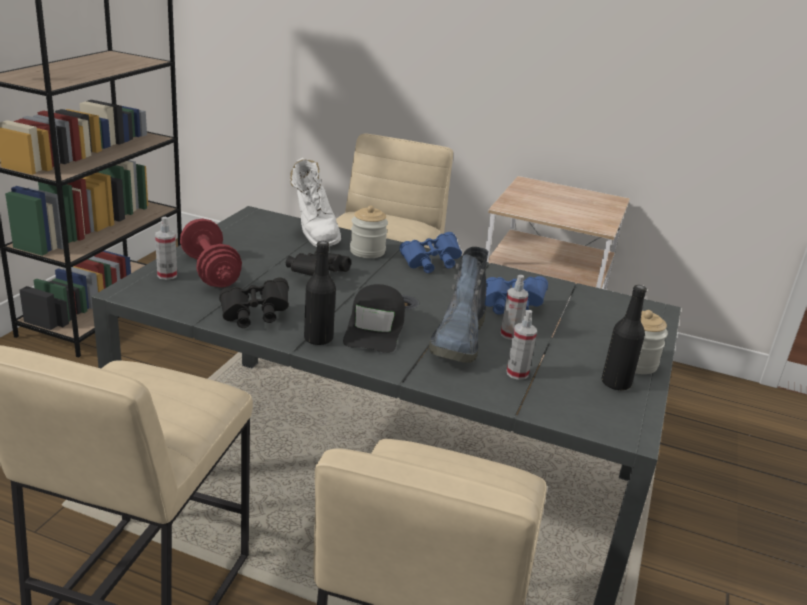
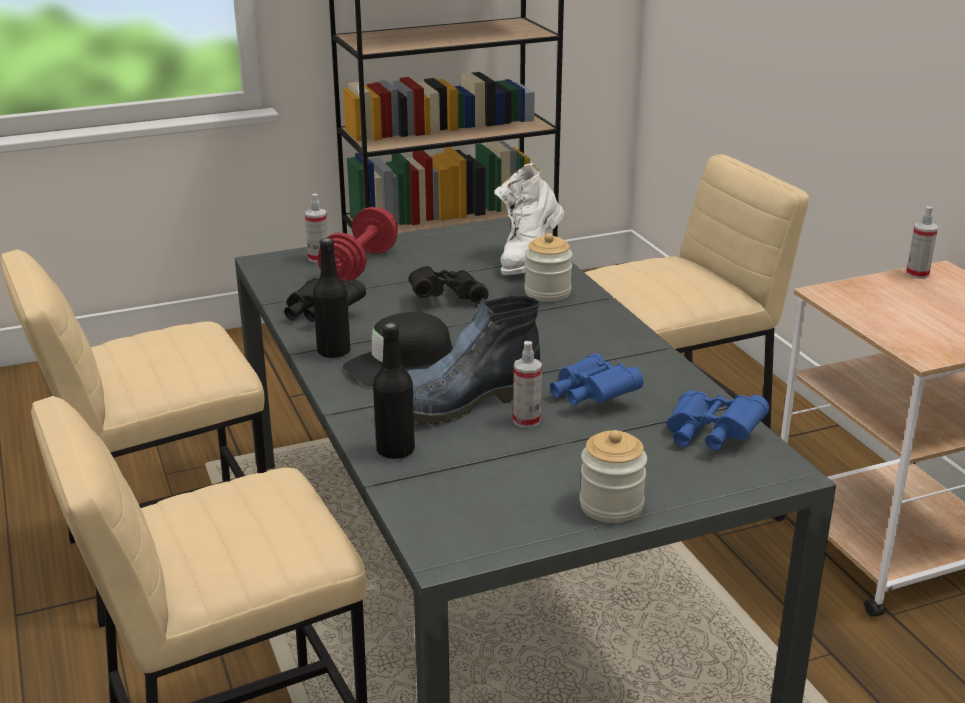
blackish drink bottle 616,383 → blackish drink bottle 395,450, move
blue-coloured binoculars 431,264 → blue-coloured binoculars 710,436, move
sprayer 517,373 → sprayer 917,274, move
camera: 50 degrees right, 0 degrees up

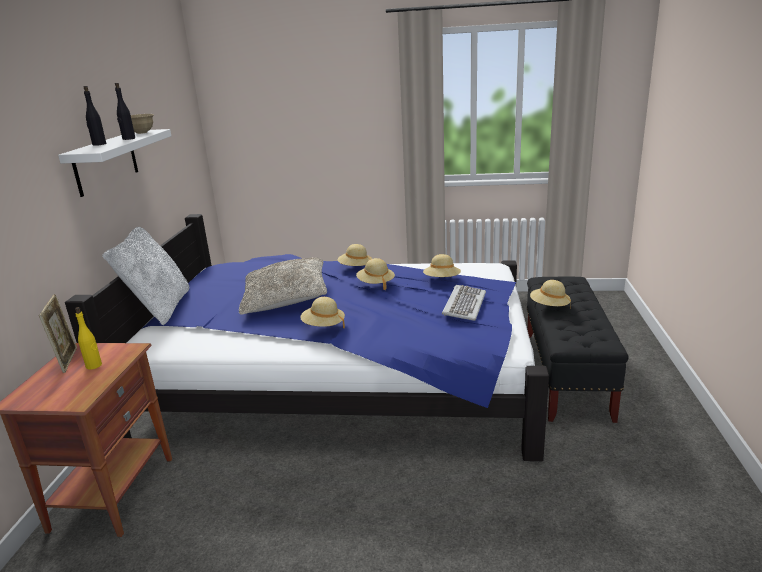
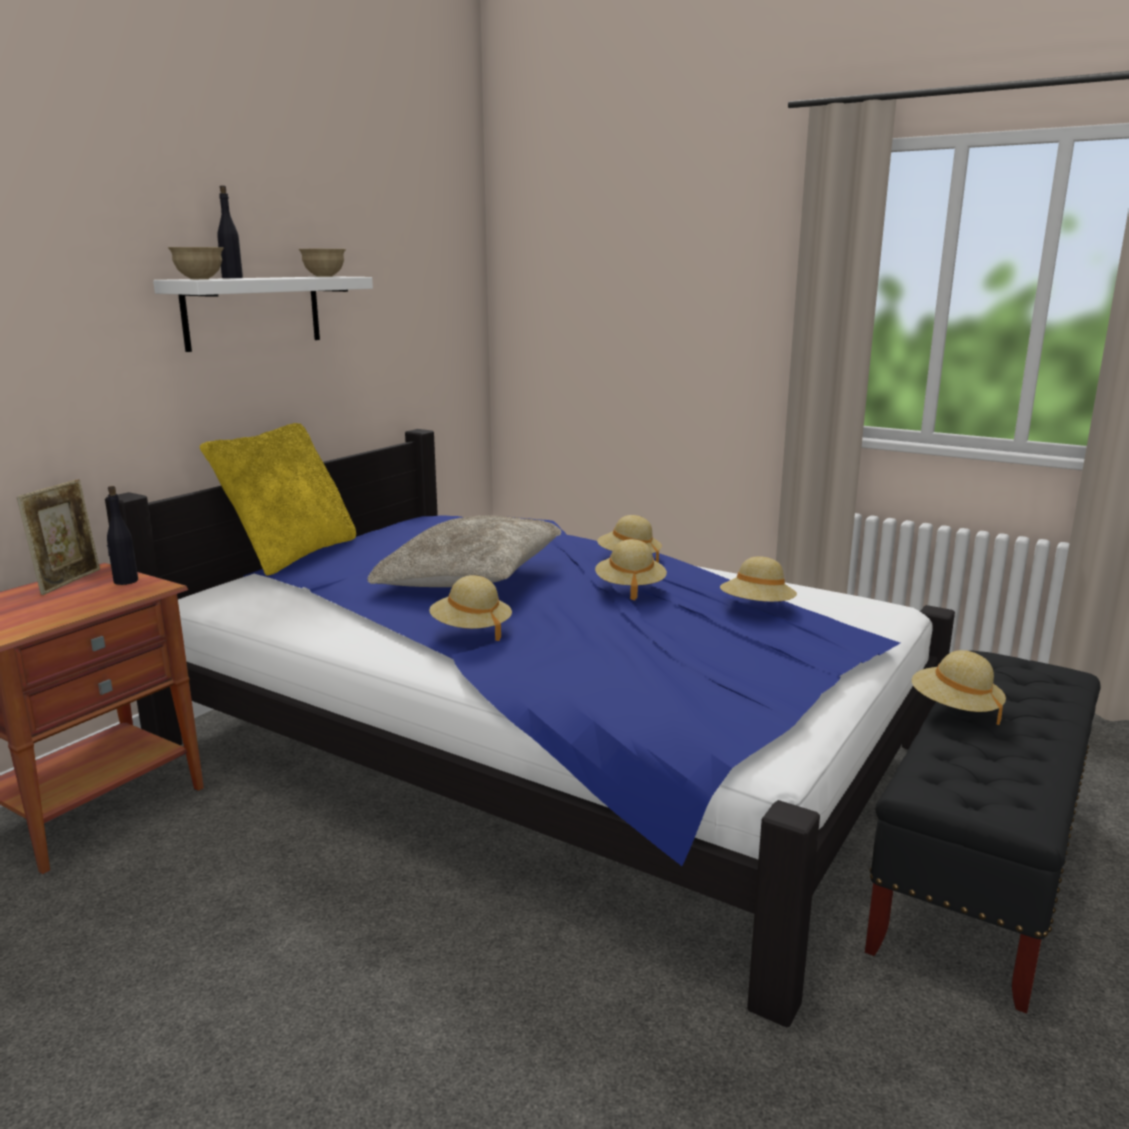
blackish drink bottle 128,138 → blackish drink bottle 125,581, move
- → beige serving bowl 199,279
whitish cushion 159,307 → yellow cushion 292,553
yellow drink bottle 94,365 → -
computer keyboard 463,305 → -
camera: 25 degrees right, 5 degrees down

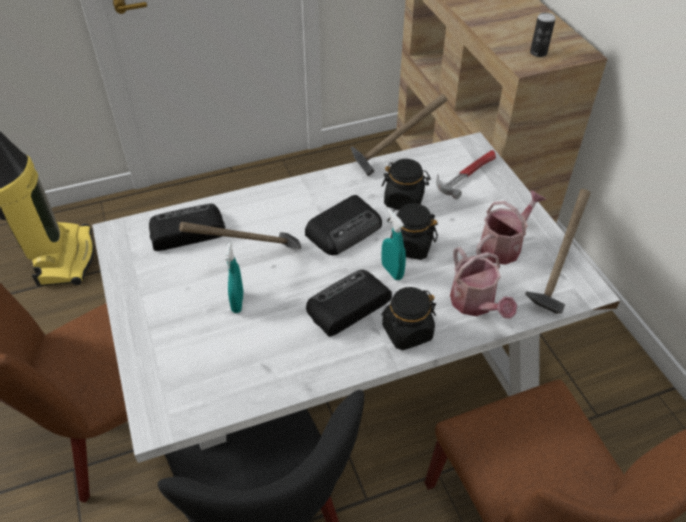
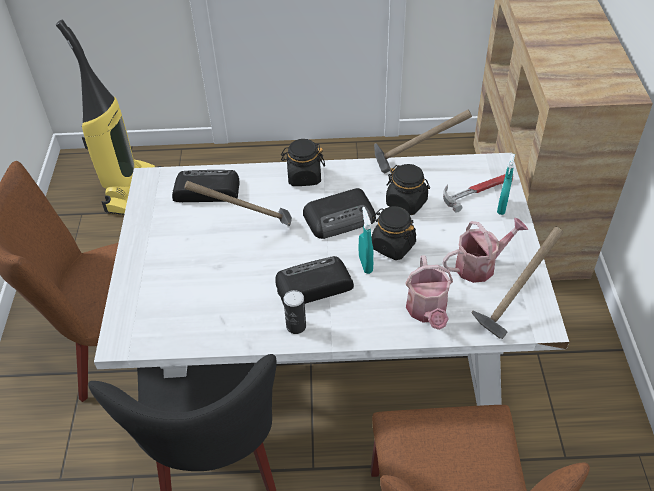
blackish preserve jar 407,332 → blackish preserve jar 304,177, move
can 538,53 → can 296,326, move
turquoise-coloured sprayer 237,302 → turquoise-coloured sprayer 502,207, move
camera: 20 degrees right, 0 degrees up

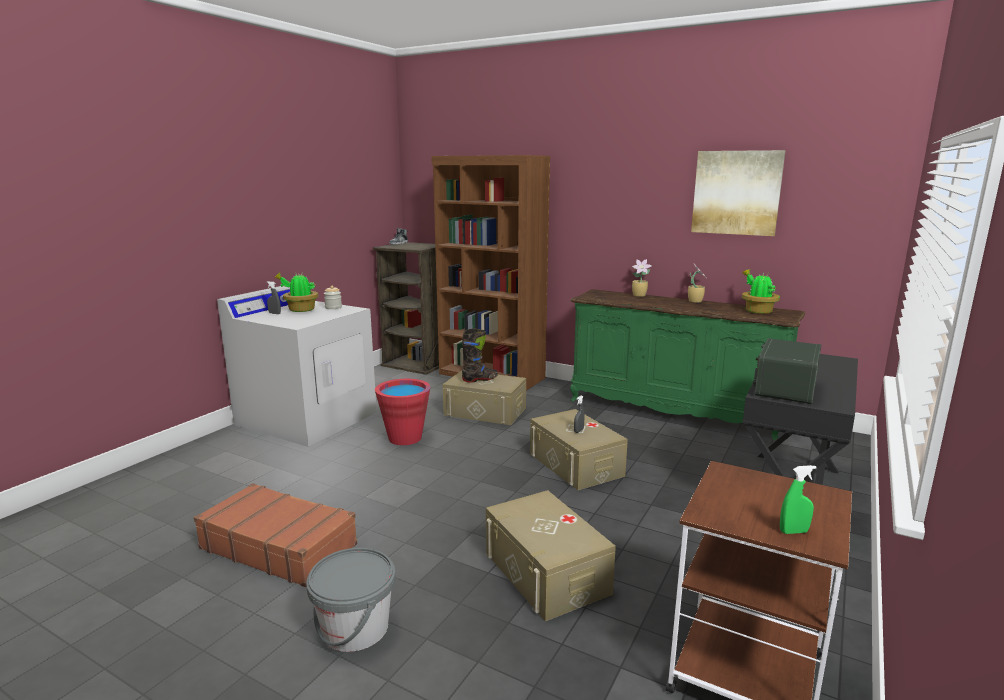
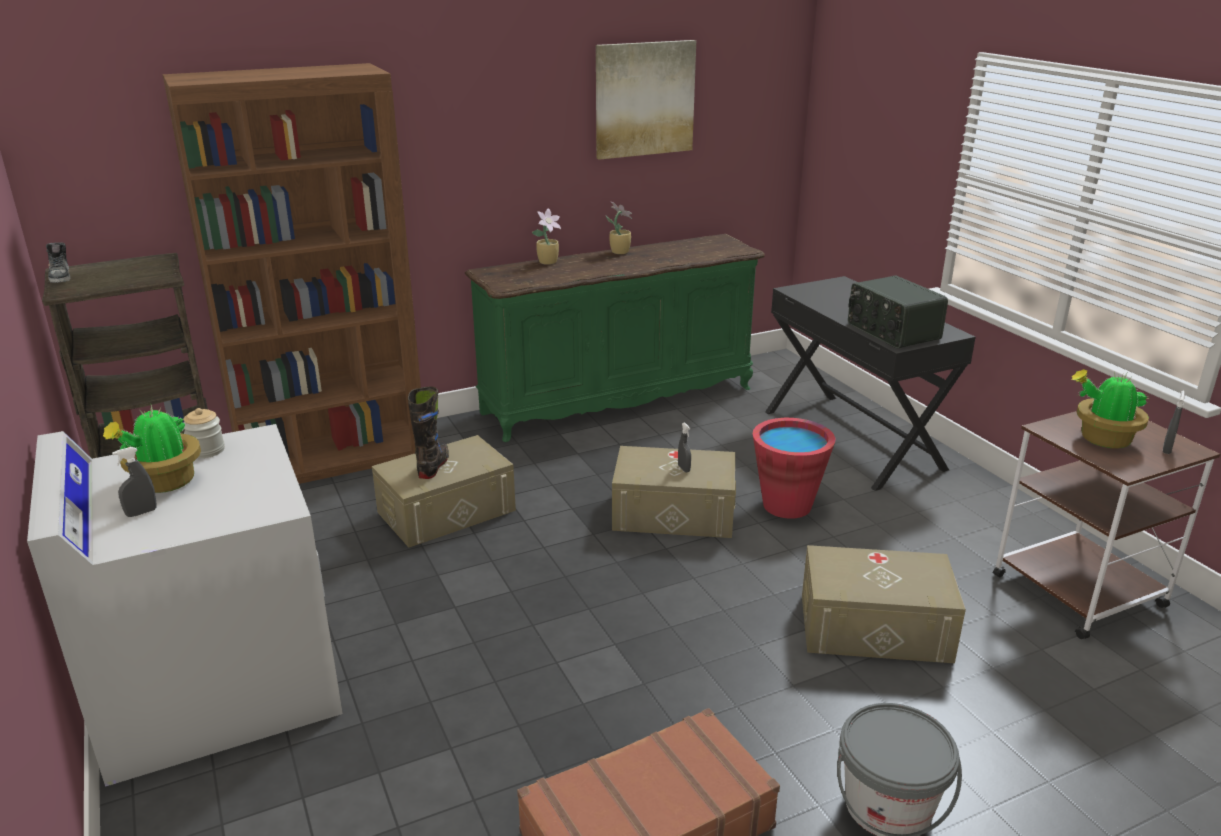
reddish bucket 405,438 → reddish bucket 787,505, move
plant in a pot 757,311 → plant in a pot 1102,439, move
green-coloured sprayer 794,531 → grey sprayer 1166,449
camera: 55 degrees left, 10 degrees up

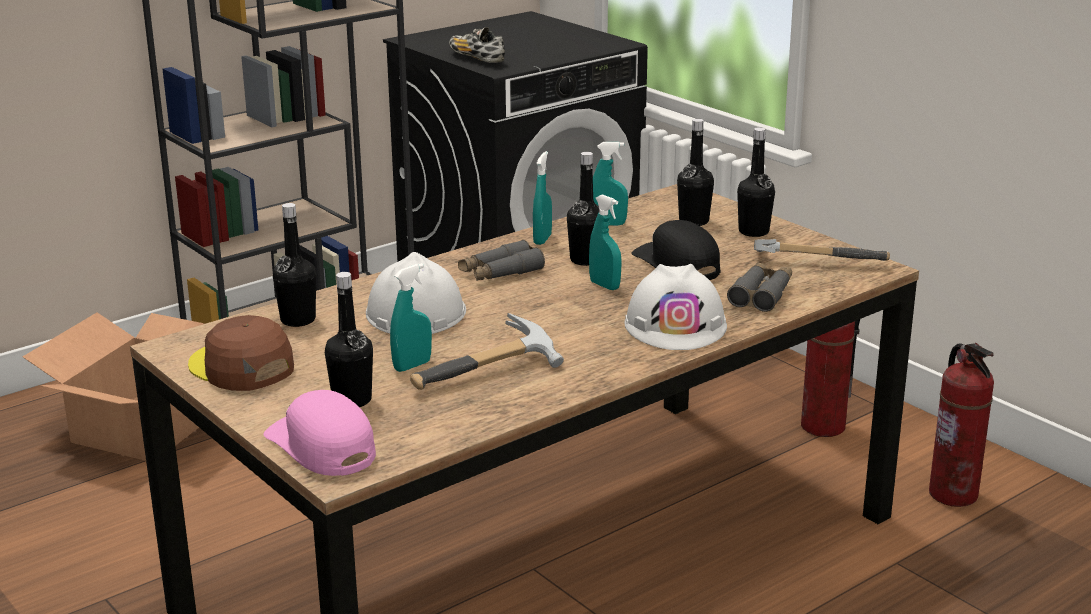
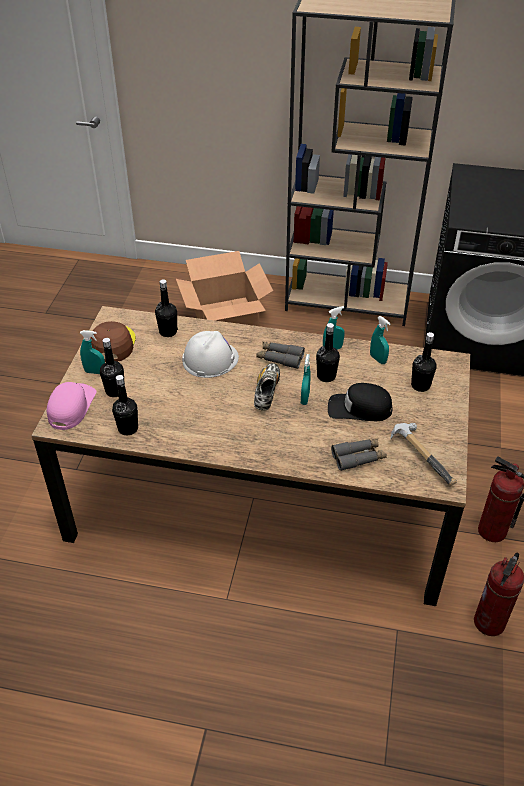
turquoise-coloured sprayer 412,366 → turquoise-coloured sprayer 95,372, move
blackish drink bottle 753,232 → blackish drink bottle 128,428, move
shoe 476,58 → shoe 266,392, move
blackish baseball cap 677,264 → blackish baseball cap 359,408, 105 degrees counterclockwise
tool hammer 491,375 → -
whitish work helmet 676,325 → -
camera: 50 degrees right, 20 degrees up

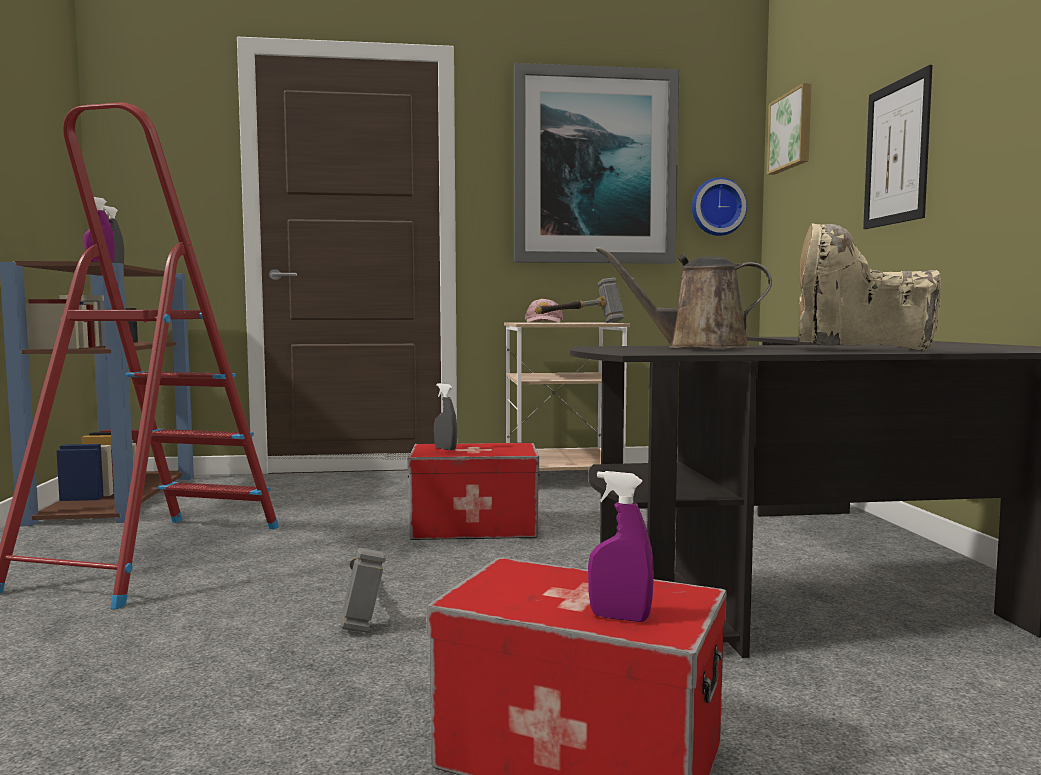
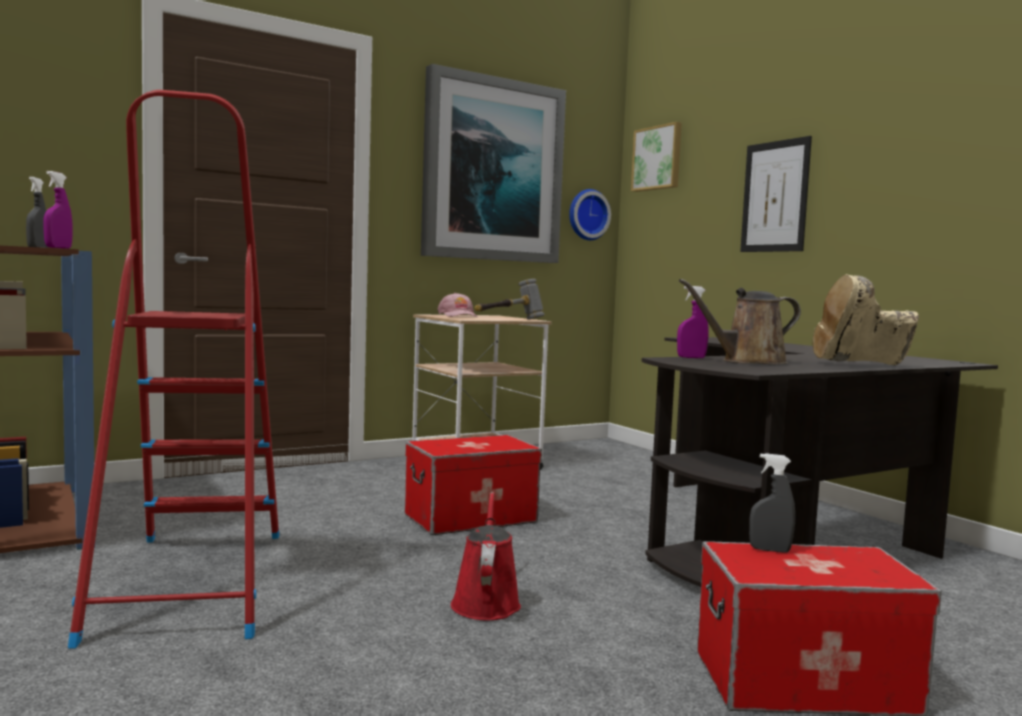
tool hammer 359,608 → reddish watering pot 485,602
purplish sprayer 619,617 → purplish sprayer 691,357, move
grey sprayer 445,449 → grey sprayer 770,550, move
camera: 25 degrees left, 0 degrees up

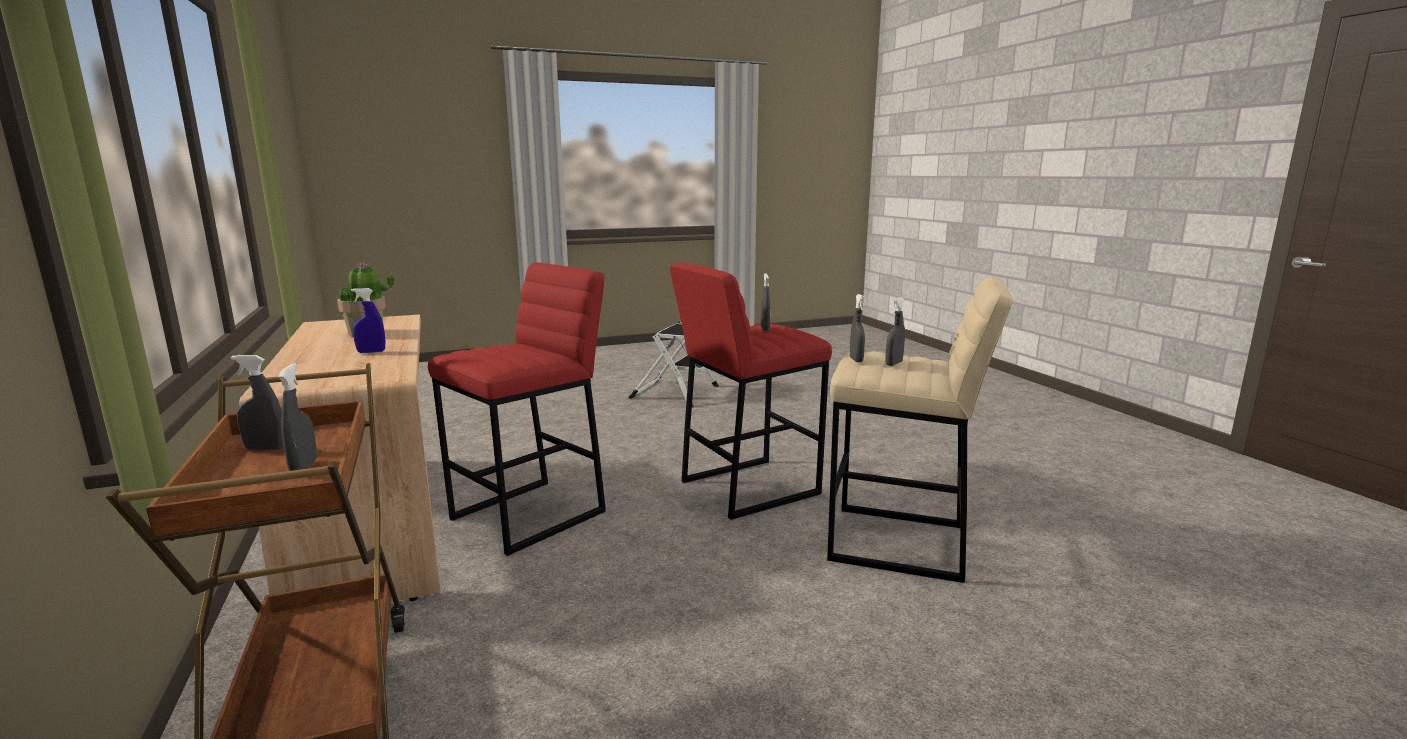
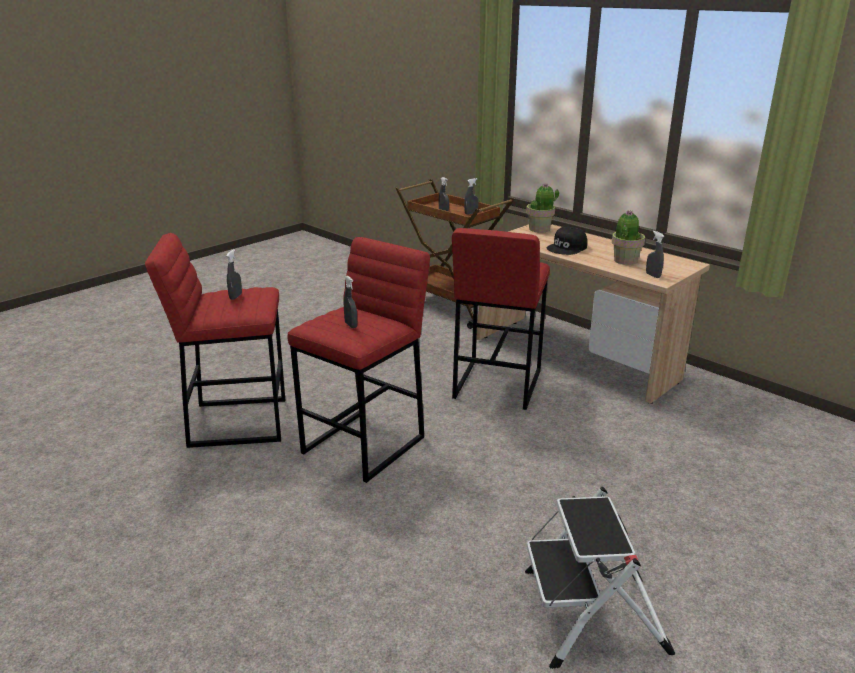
beige stool seat 902,543 → reddish stool seat 235,422
- → plant in a pot 539,229
blue-coloured sprayer 371,352 → blackish baseball cap 567,248
grey sprayer 856,360 → grey sprayer 653,275, move
camera: 155 degrees right, 10 degrees up

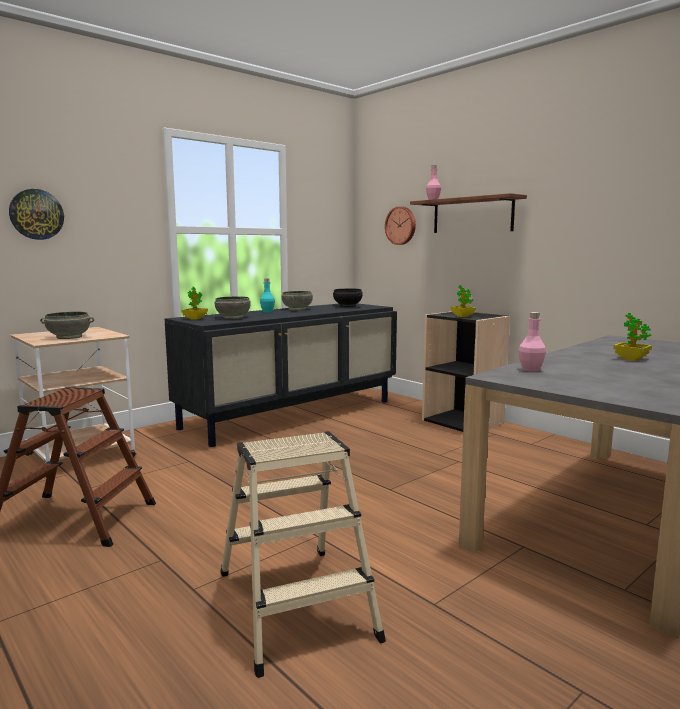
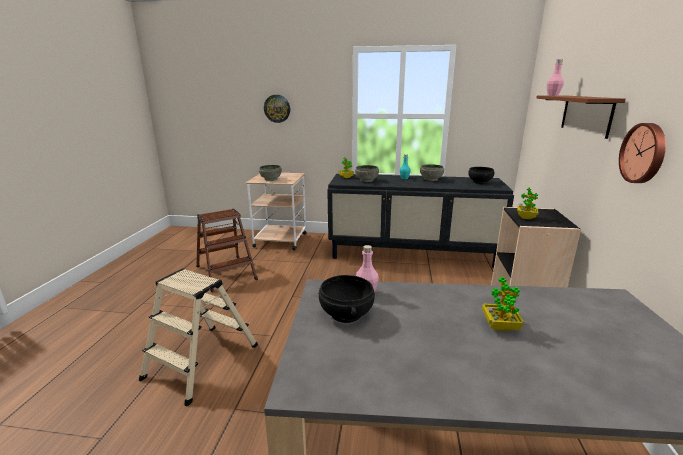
- → blackish serving bowl 345,314
clock on the wall 401,225 → clock on the wall 644,153, move
camera: 50 degrees right, 10 degrees up

